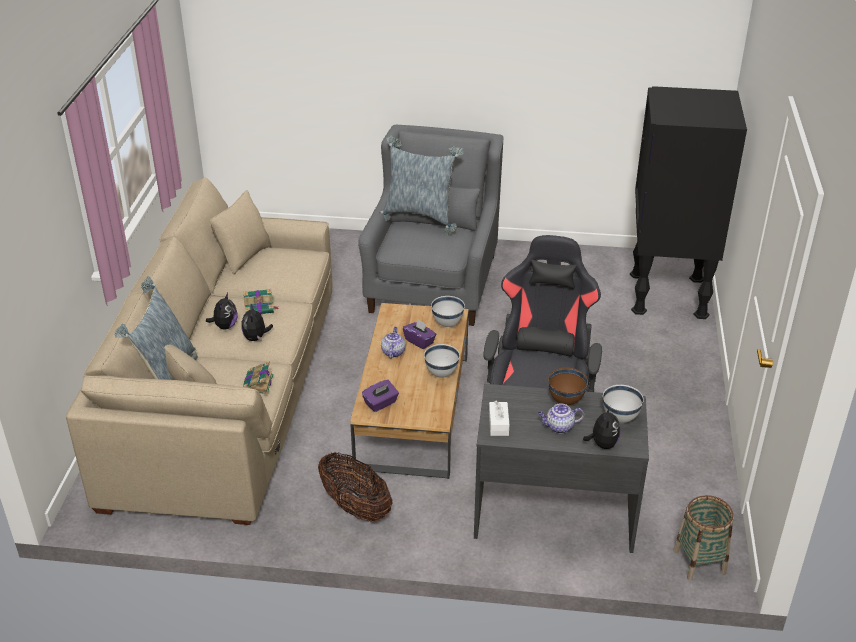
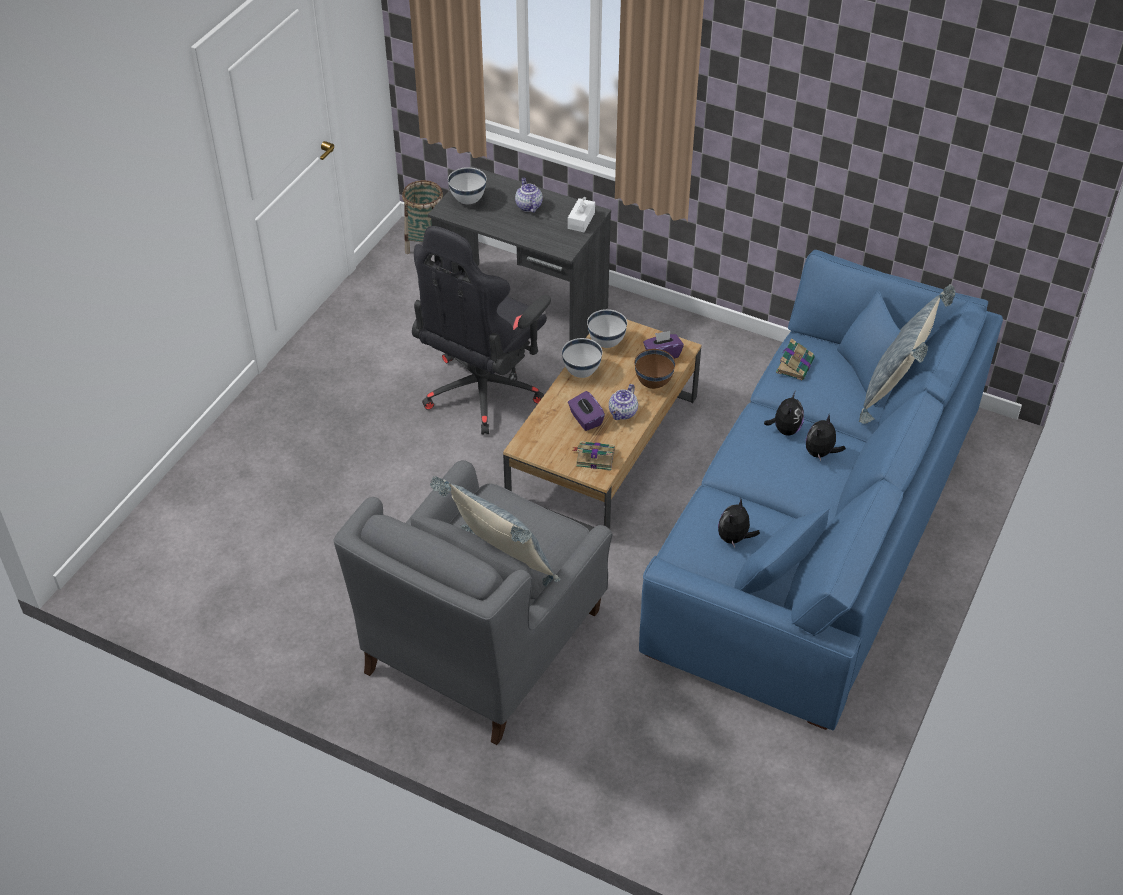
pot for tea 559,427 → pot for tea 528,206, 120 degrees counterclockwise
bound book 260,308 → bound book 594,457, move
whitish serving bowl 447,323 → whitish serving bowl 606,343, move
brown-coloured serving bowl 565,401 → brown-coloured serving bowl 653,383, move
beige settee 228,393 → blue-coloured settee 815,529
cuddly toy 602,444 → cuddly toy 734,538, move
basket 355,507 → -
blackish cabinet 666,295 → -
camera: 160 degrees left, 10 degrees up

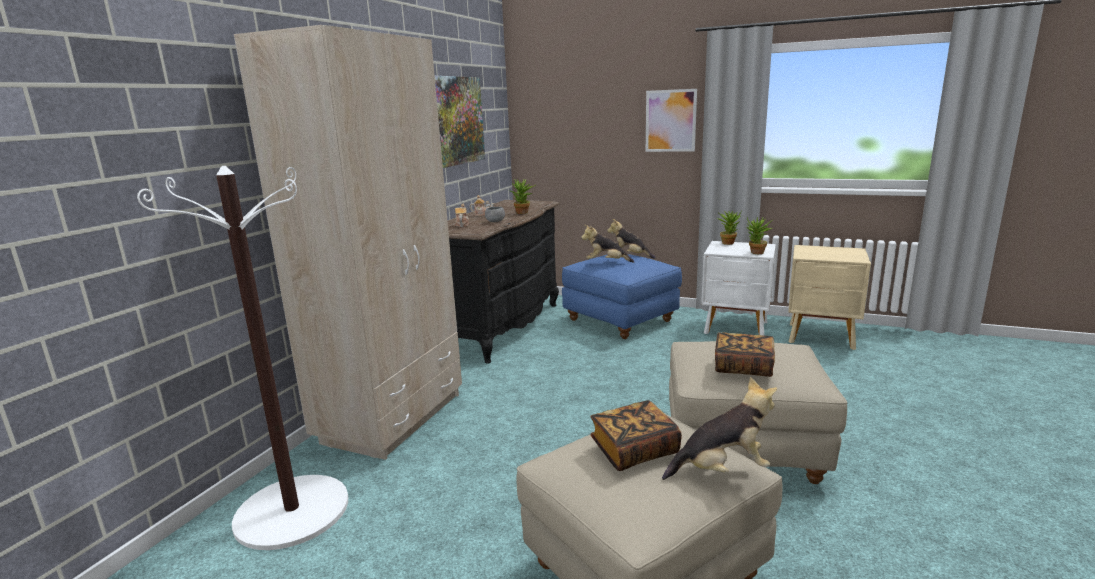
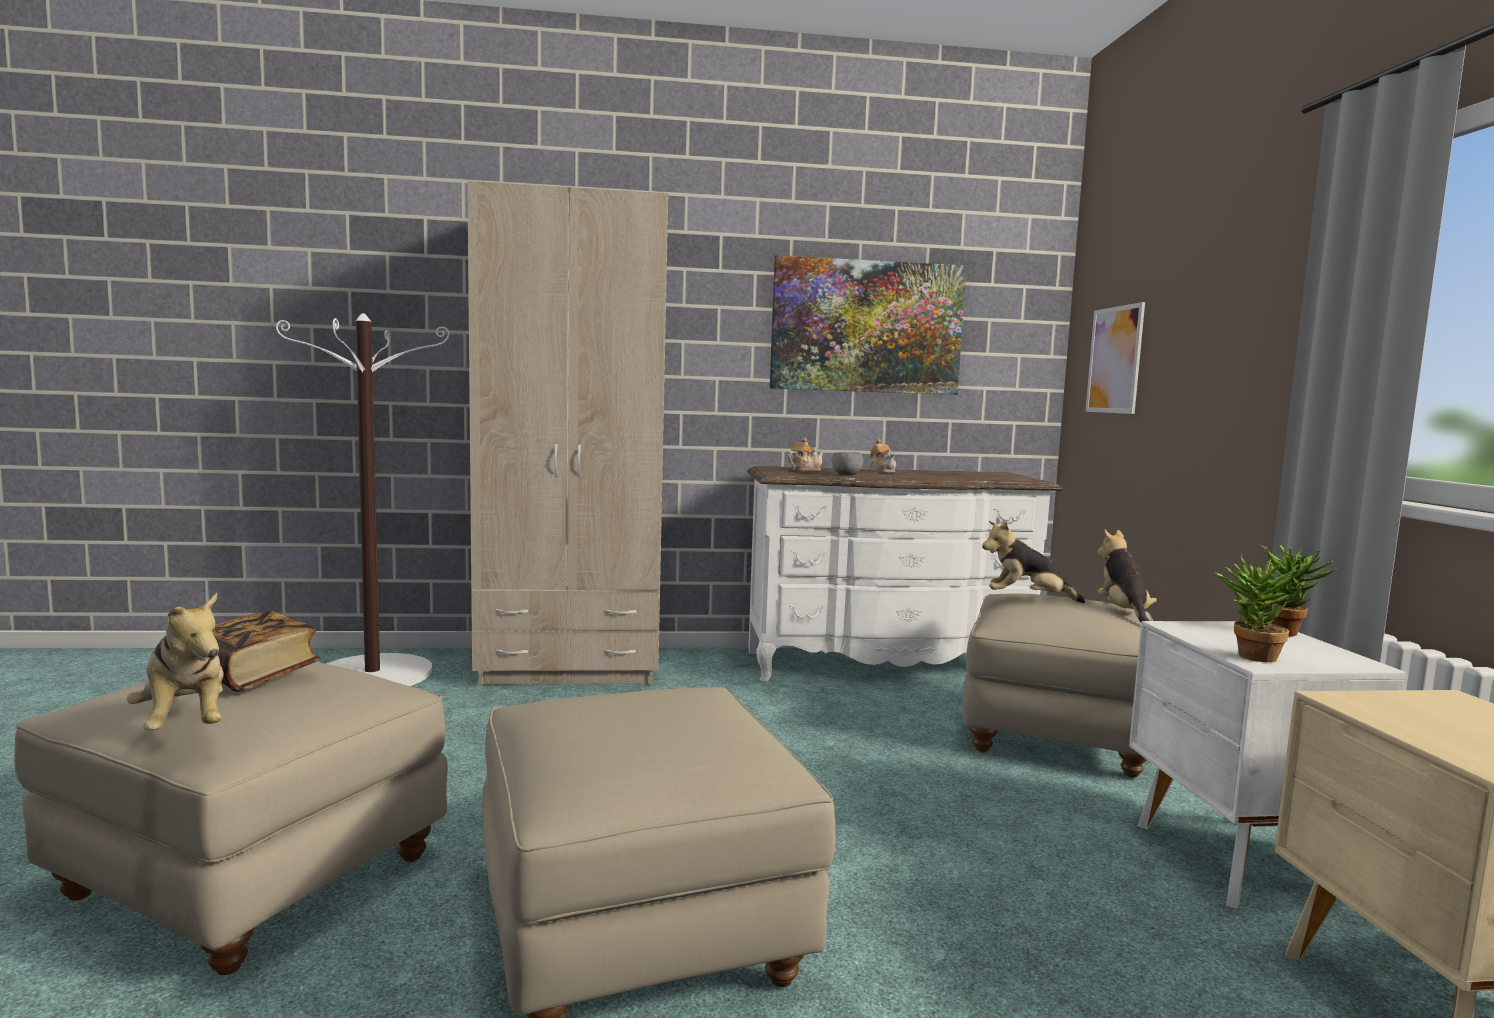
blackish dresser 505,328 → whitish dresser 889,666
blue-coloured pouffe 620,321 → beige pouffe 1056,736
cuddly toy 606,262 → cuddly toy 1027,599, 60 degrees counterclockwise
picture 670,121 → picture 1114,360, move
plant in a pot 523,213 → -
bound book 743,367 → -
camera: 60 degrees right, 10 degrees down

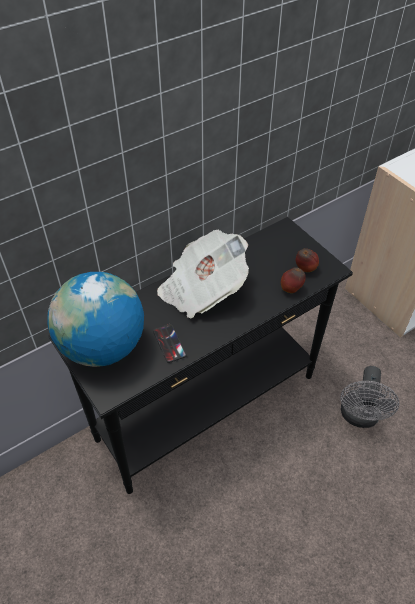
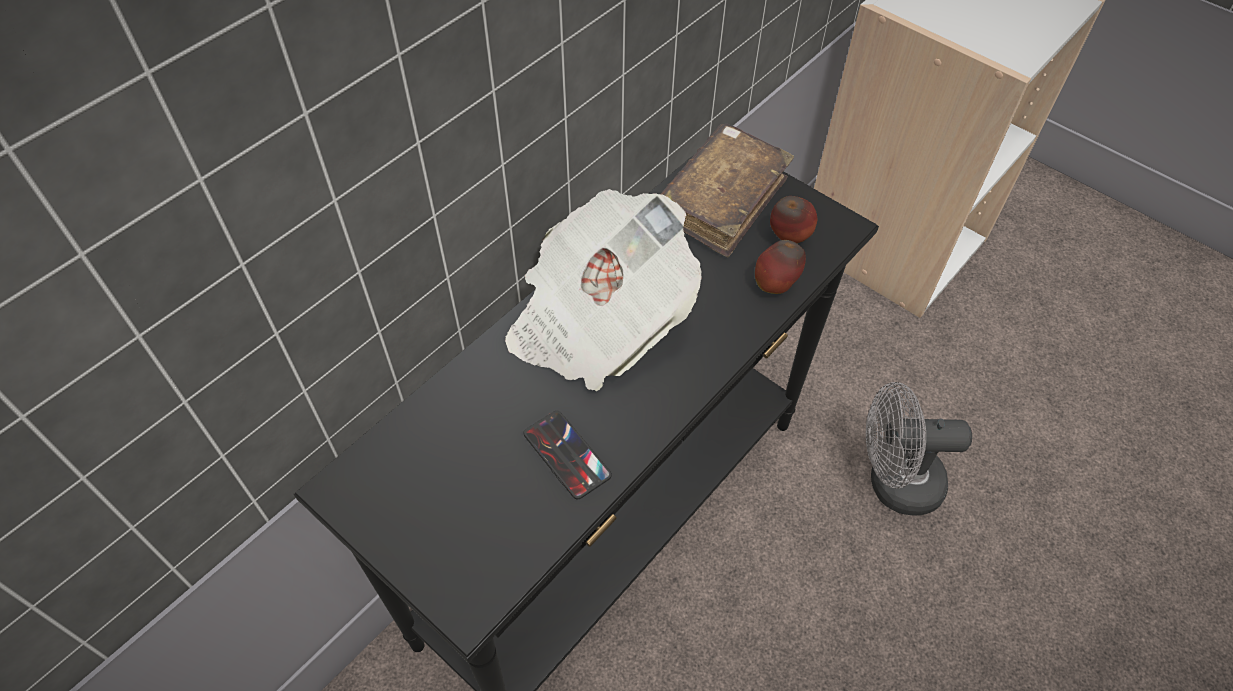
- → brown-coloured bound book 722,200
grey fan 359,417 → grey fan 893,483, 90 degrees clockwise
desk globe 102,346 → -
camera: 15 degrees left, 5 degrees up

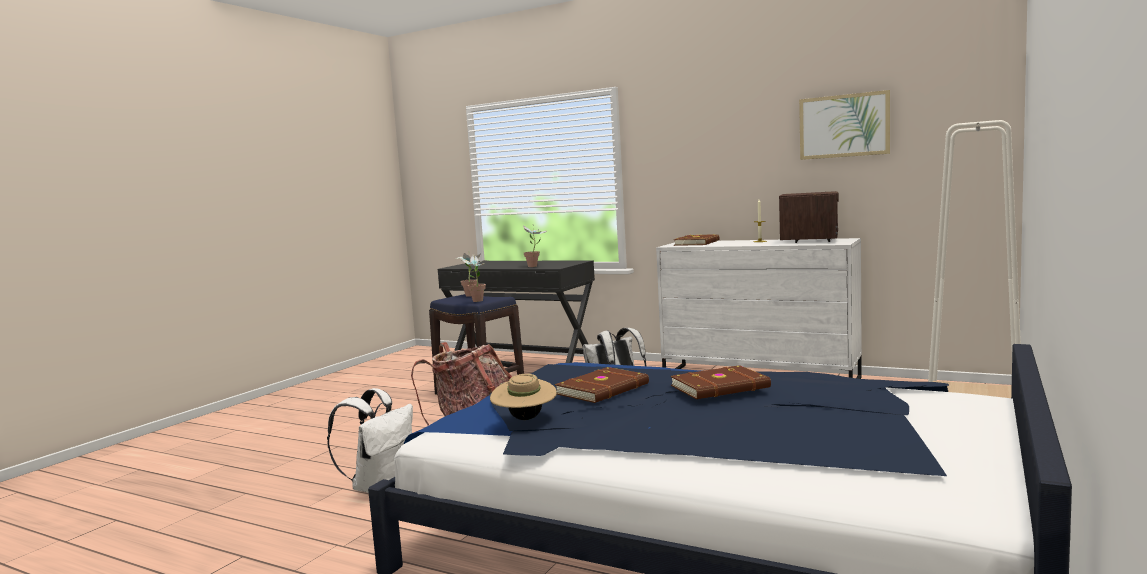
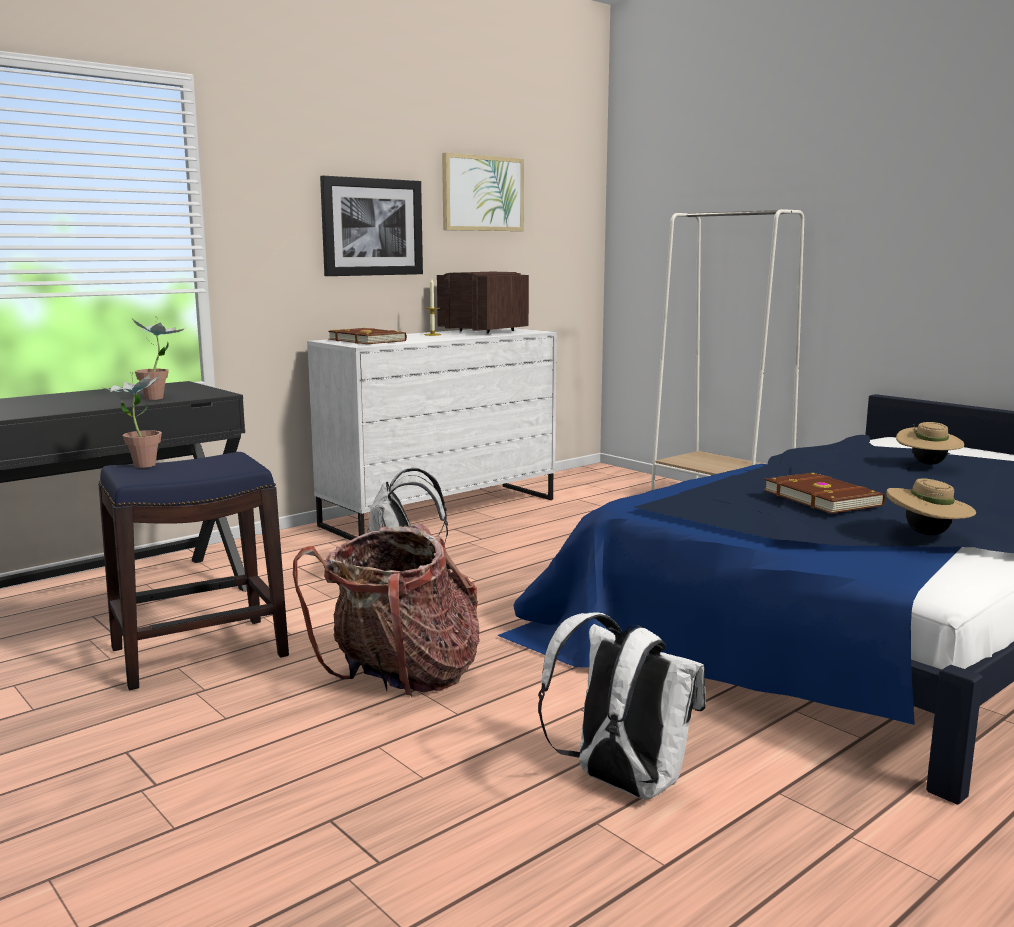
- → picture 372,227
- → beige clothing hat 927,464
plant in a pot 477,301 → -
brown-coloured bound book 721,387 → -
camera: 70 degrees left, 5 degrees up

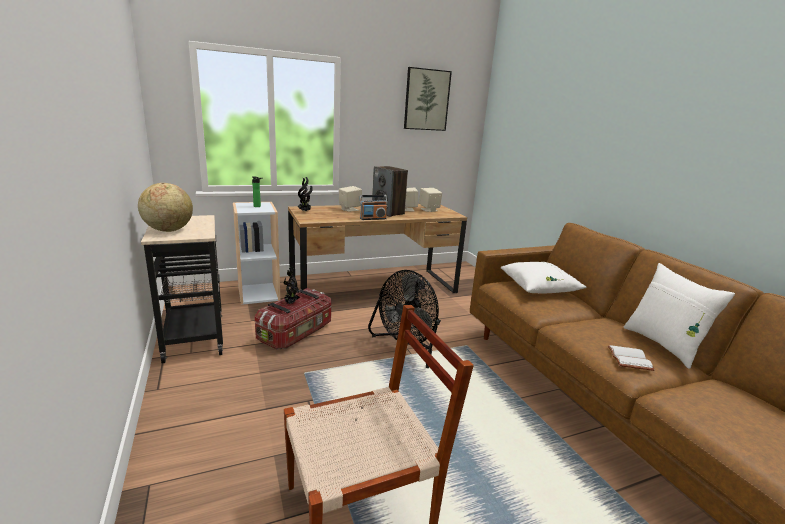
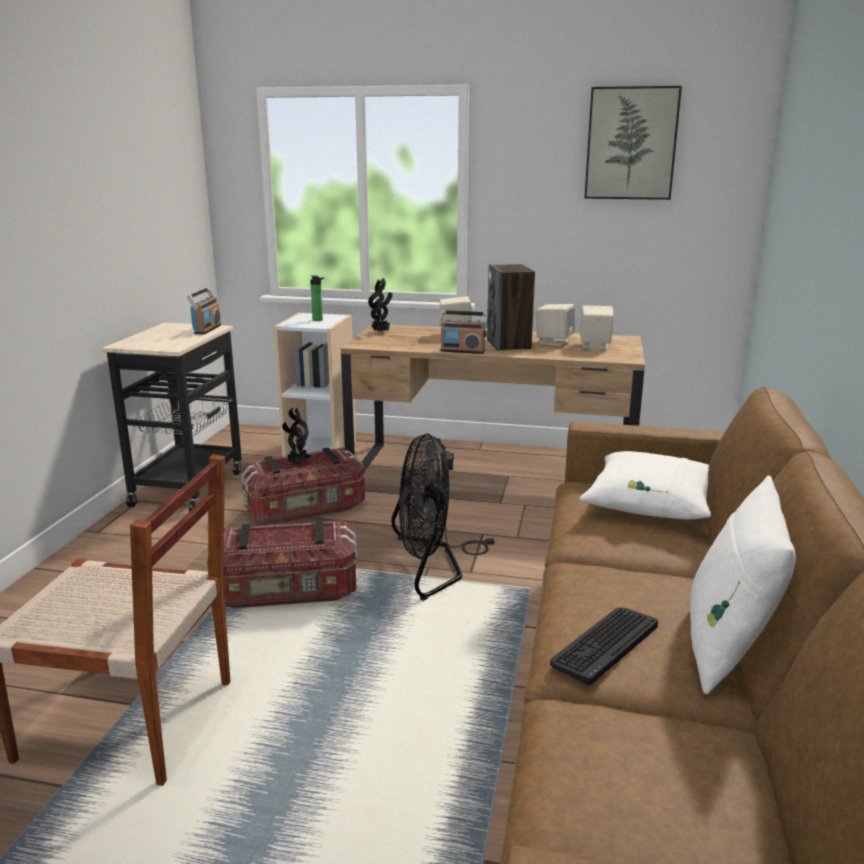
- → radio set 207,329
- → storage bin 286,593
whitish bound book 631,359 → computer keyboard 604,644
desk globe 168,230 → -
camera: 35 degrees right, 0 degrees up

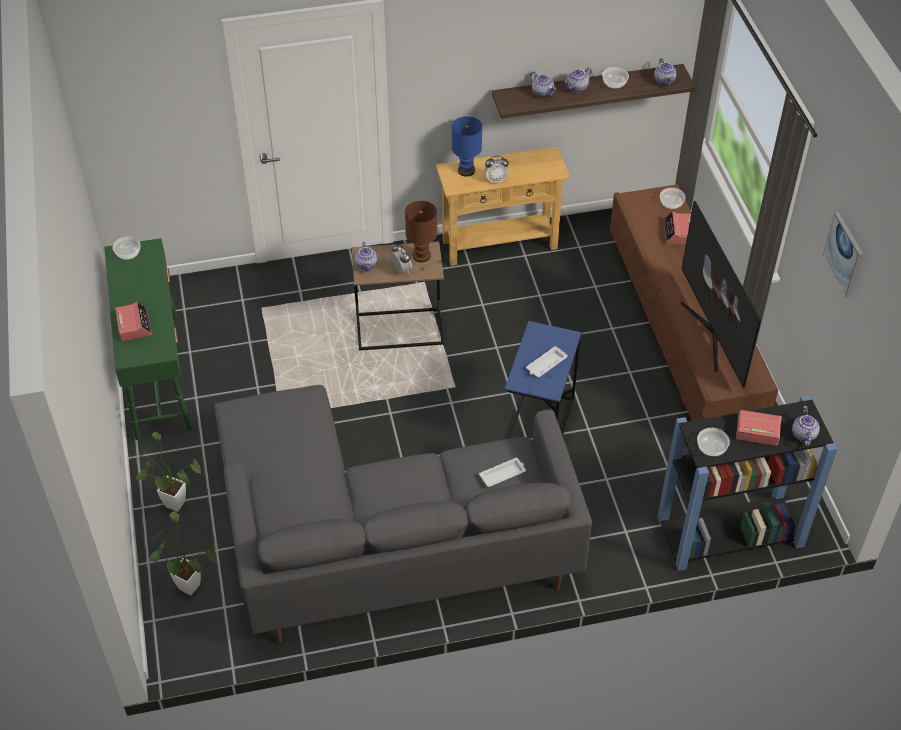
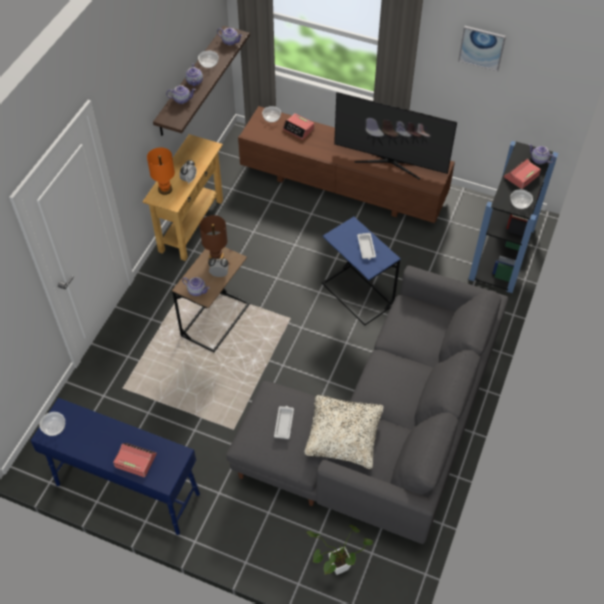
green-coloured hall table 158,375 → blue-coloured hall table 128,488
blue-coloured lamp for a table 466,170 → orange-coloured lamp for a table 164,189
whitish tray 503,474 → whitish tray 284,423, move
- → beige cushion 343,436
plant in a pot 171,502 → -
camera: 55 degrees left, 5 degrees up

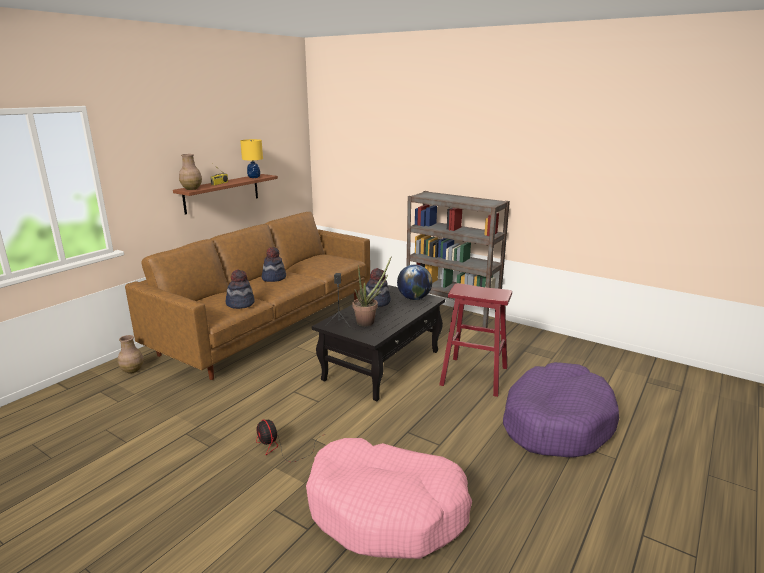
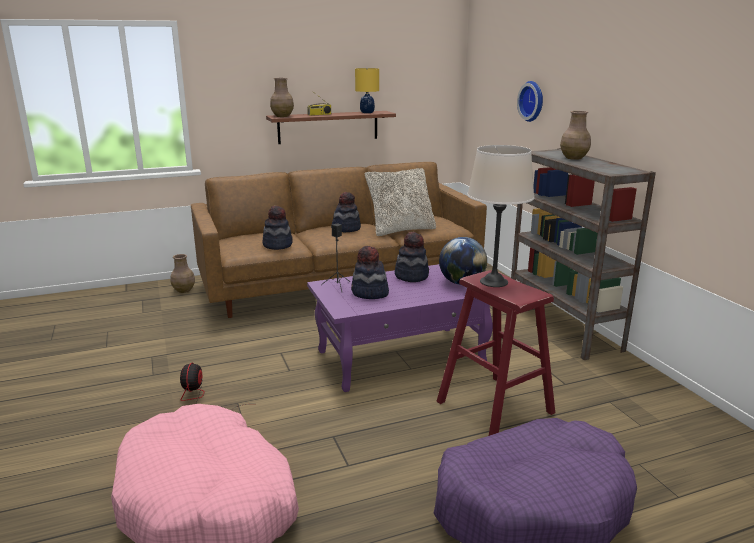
blackish low table 383,364 → purplish low table 402,357
plant in a pot 369,321 → clothing hat 369,293
- → beige cushion 401,229
- → beige lamp for a table 494,282
- → clock on the wall 533,101
- → brown-coloured decorative vase 574,158
camera: 35 degrees right, 0 degrees up

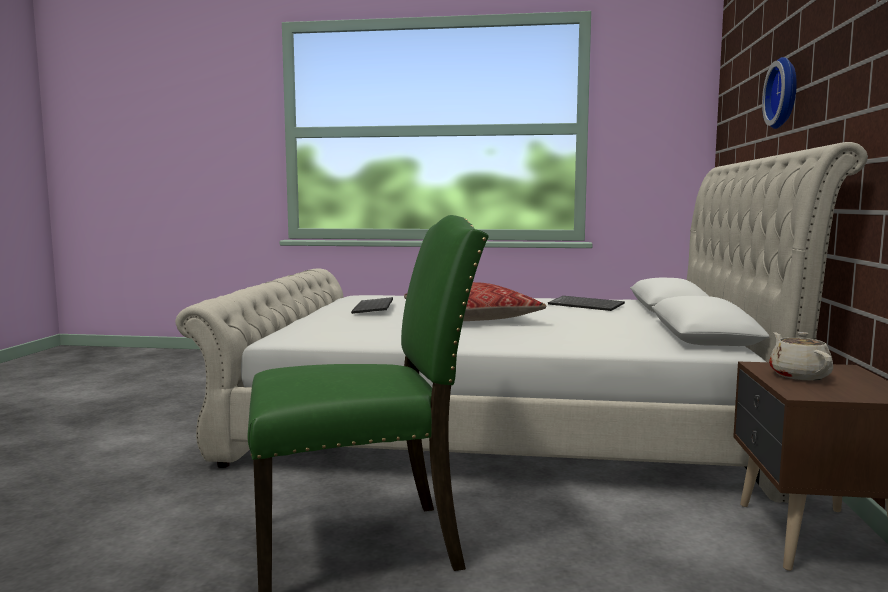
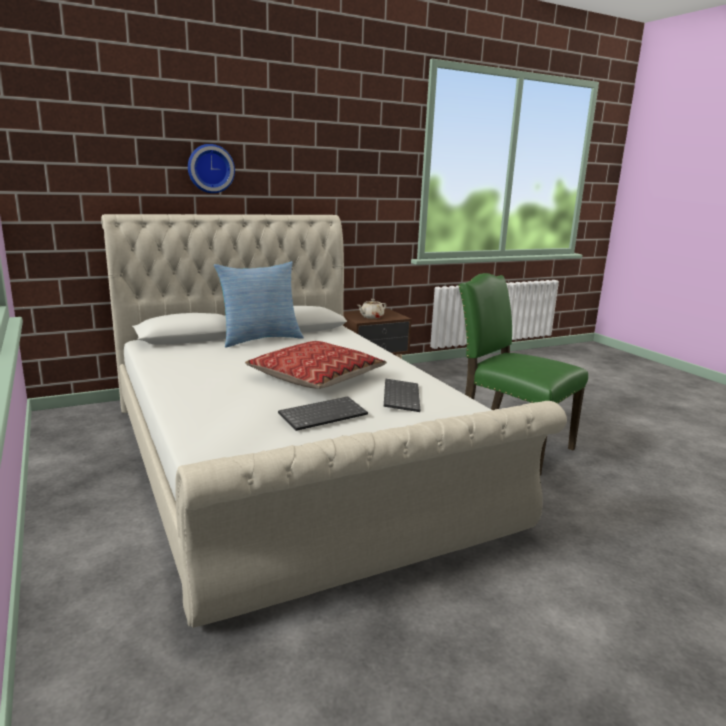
- → cushion 260,339
computer keyboard 587,305 → computer keyboard 400,396, move
camera: 125 degrees left, 10 degrees up

